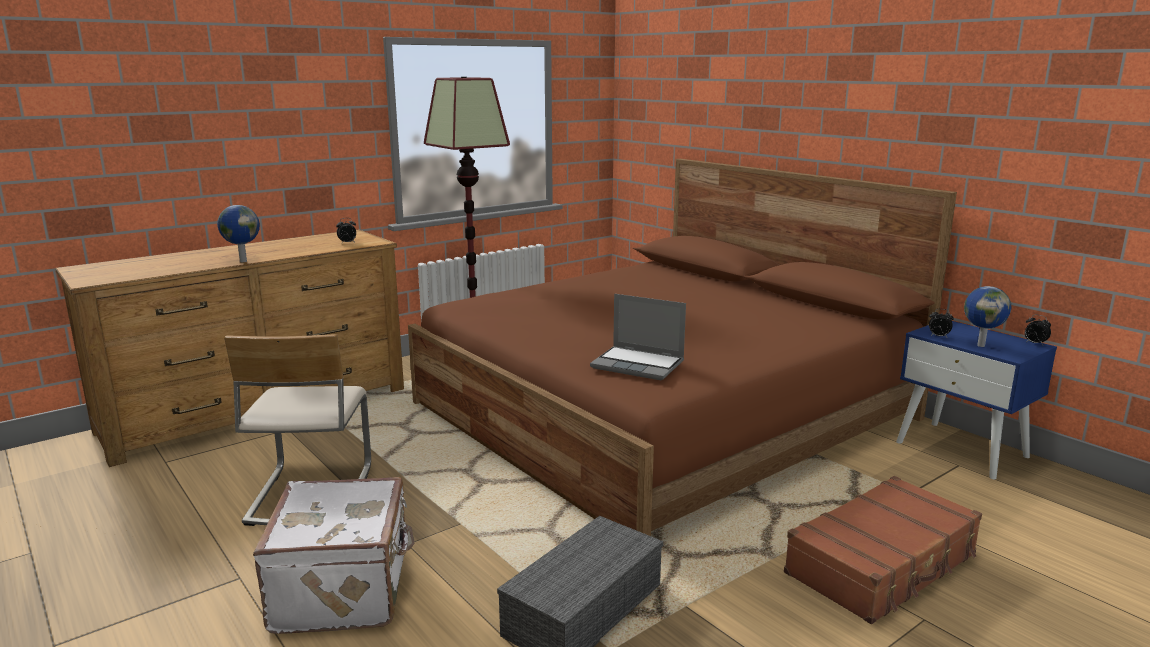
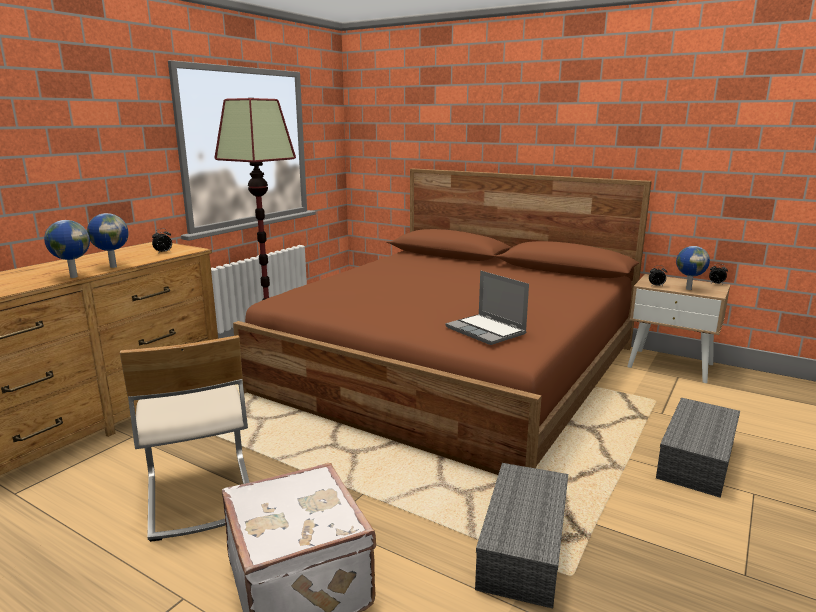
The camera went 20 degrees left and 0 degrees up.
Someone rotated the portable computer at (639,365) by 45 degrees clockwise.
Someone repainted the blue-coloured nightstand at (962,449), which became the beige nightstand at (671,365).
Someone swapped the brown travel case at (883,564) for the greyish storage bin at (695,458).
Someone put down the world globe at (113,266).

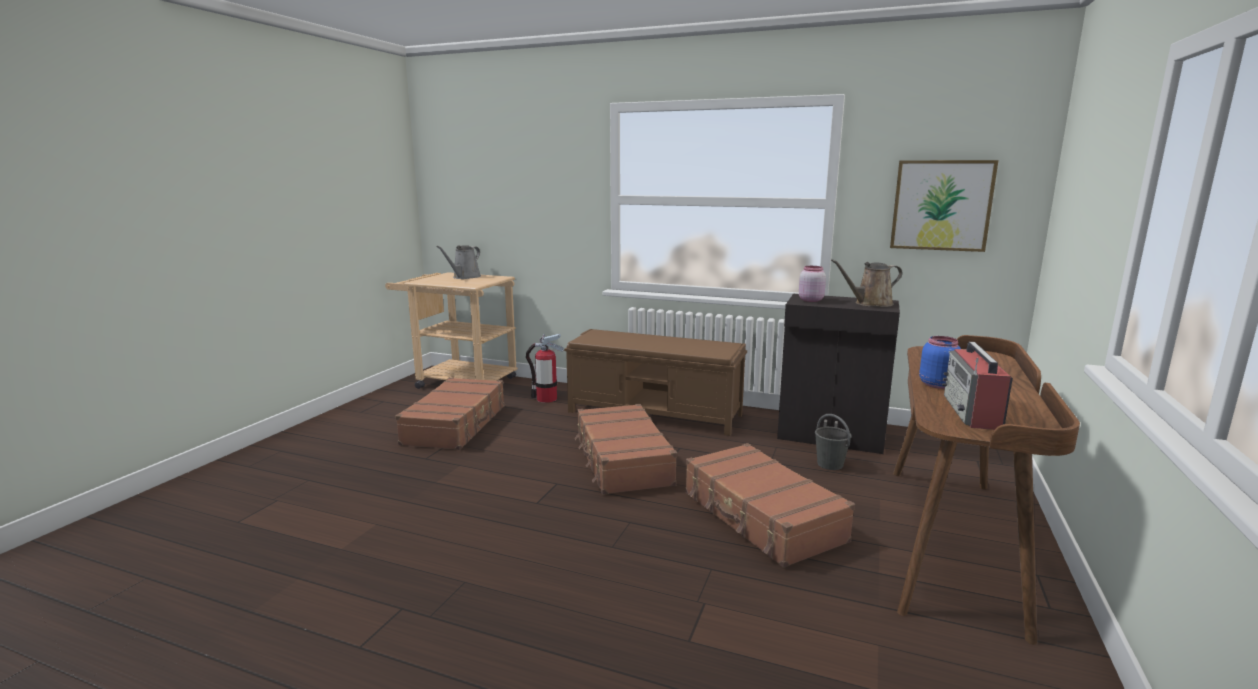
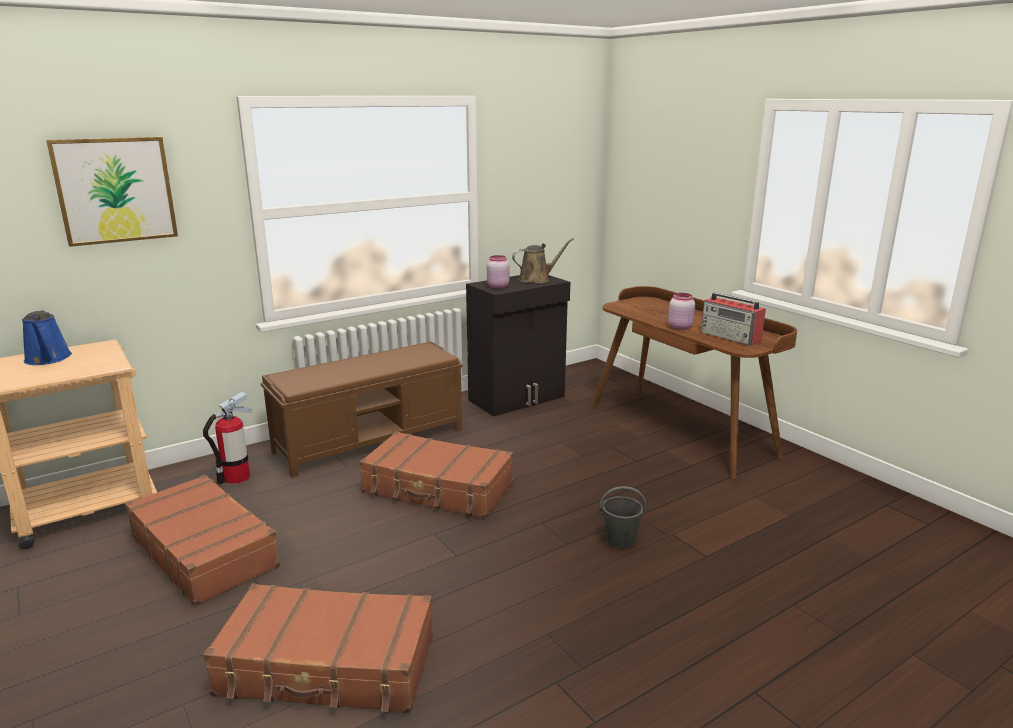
The camera went 55 degrees left and 5 degrees up.
Someone carried the wall picture from (941,205) to (115,190).
Someone repainted the greyish watering can at (464,277), which became the blue-coloured watering can at (48,359).
Someone rotated the brown watering can at (870,304) by 135 degrees counterclockwise.
Someone repainted the blue-coloured storage jar at (937,384), which became the pink-coloured storage jar at (679,327).
Someone carried the greyish water bucket from (829,464) to (619,540).
Someone carried the brown travel case from (761,517) to (328,666).

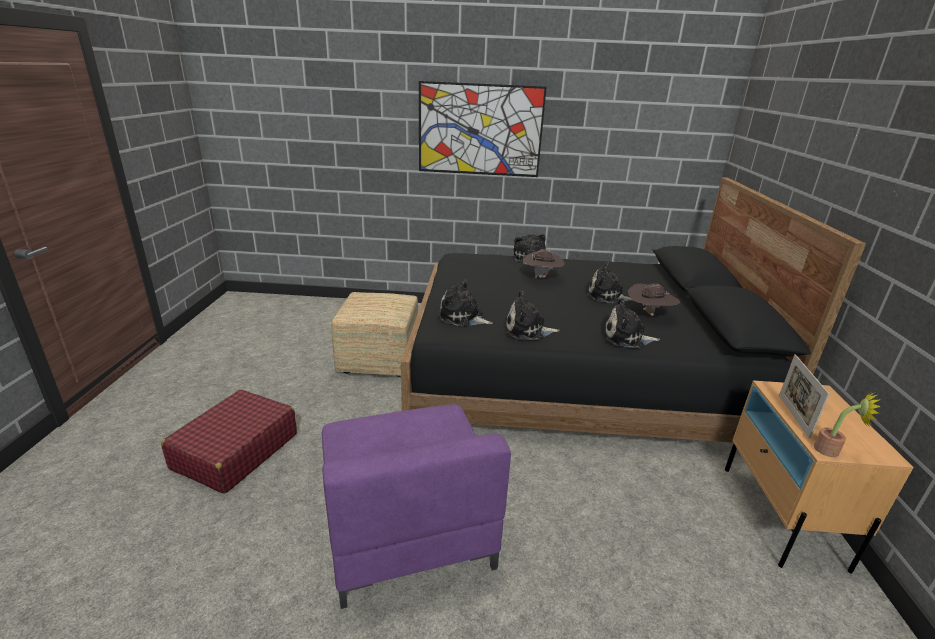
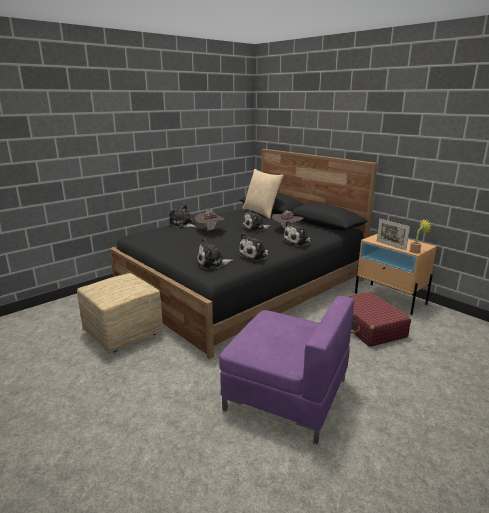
The camera went 45 degrees left and 5 degrees down.
Someone took away the wall picture at (480,130).
Someone carried the reddish travel case from (235,451) to (369,327).
Someone put down the beige throw pillow at (261,212).

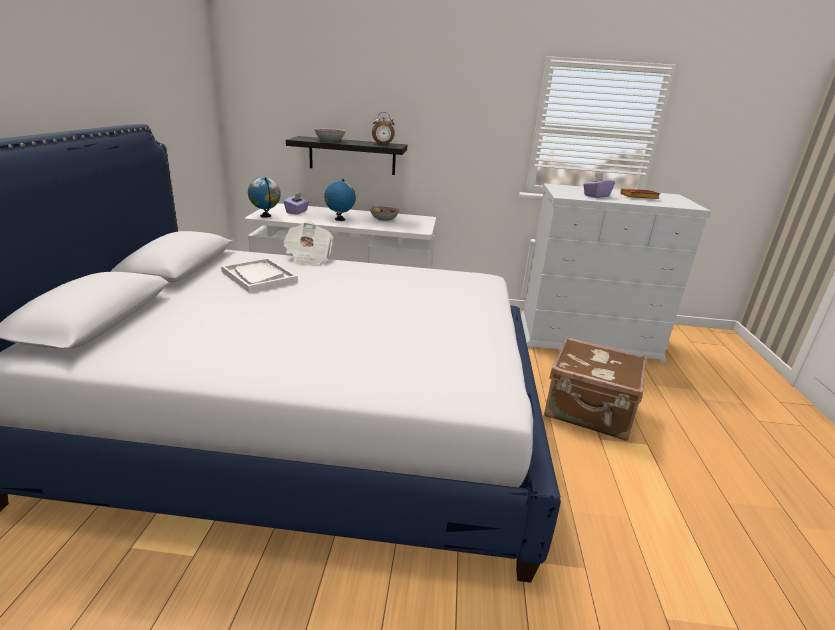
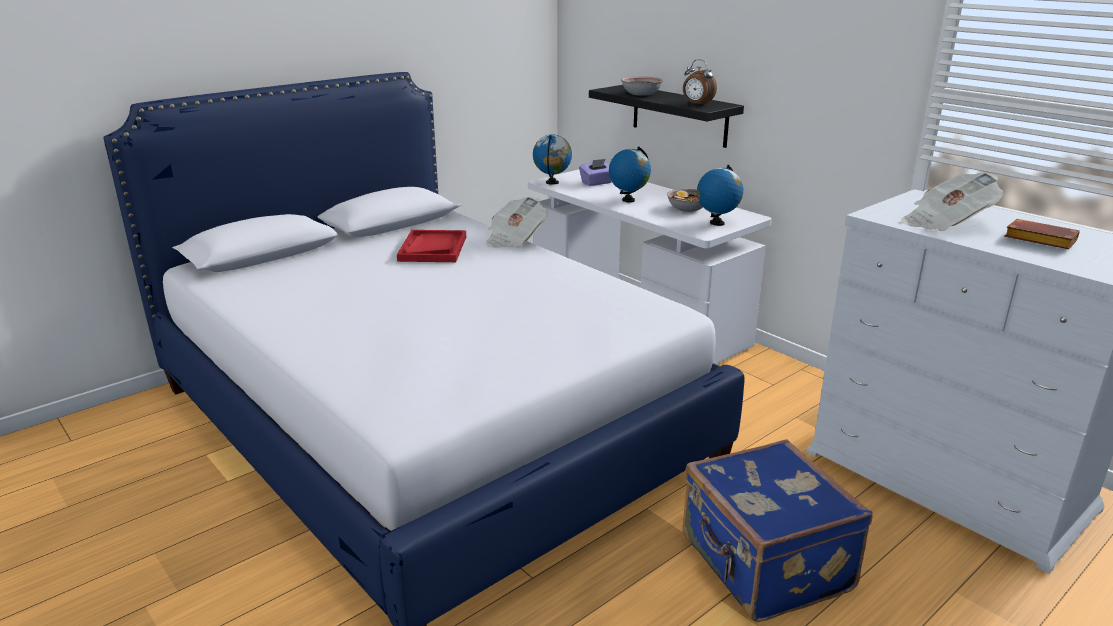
The camera went 45 degrees right and 0 degrees up.
Someone swapped the purplish box of tissues at (596,196) for the daily paper at (945,224).
Someone repainted the white-coloured tray at (259,276), which became the reddish tray at (433,248).
Someone repainted the brown travel case at (589,412), which became the blue-coloured travel case at (763,565).
Someone put down the world globe at (717,223).

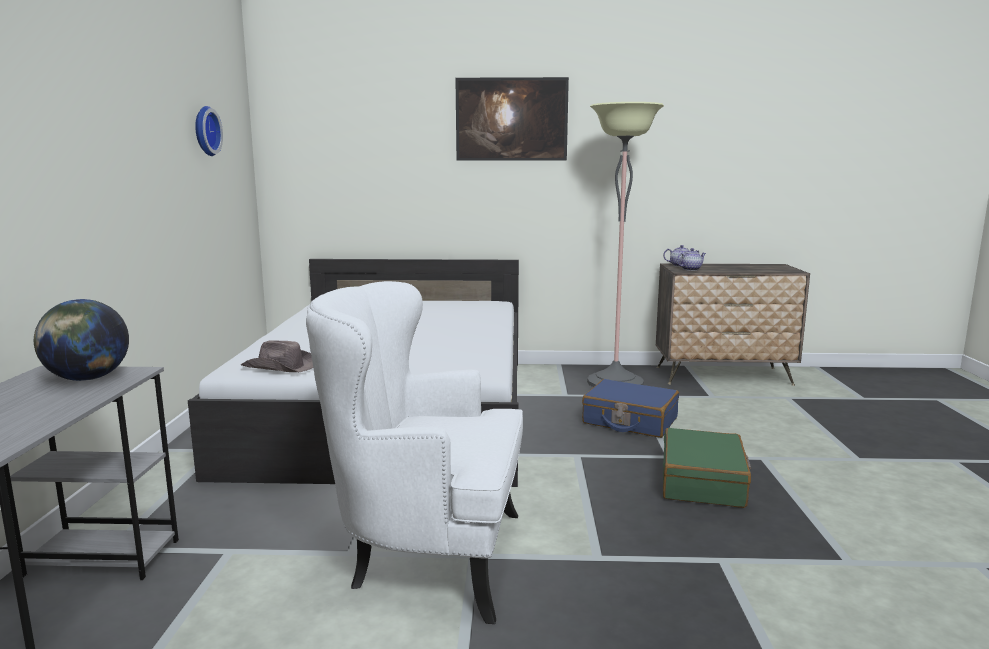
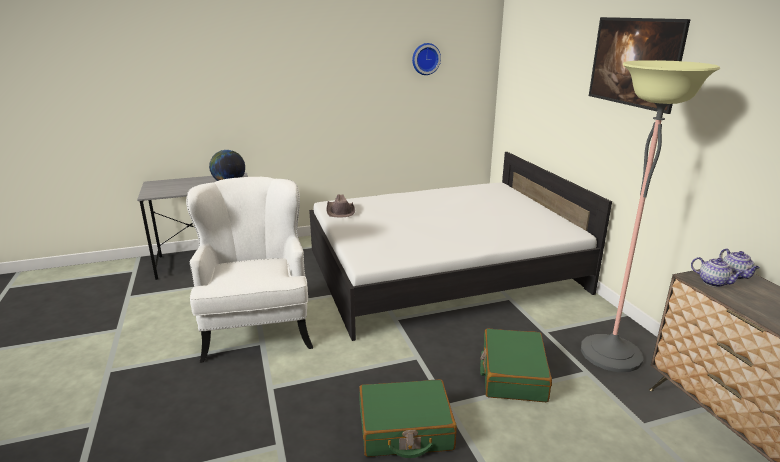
The camera went 70 degrees right and 10 degrees up.
Someone repainted the blue-coloured travel case at (629,421), which became the green travel case at (512,374).

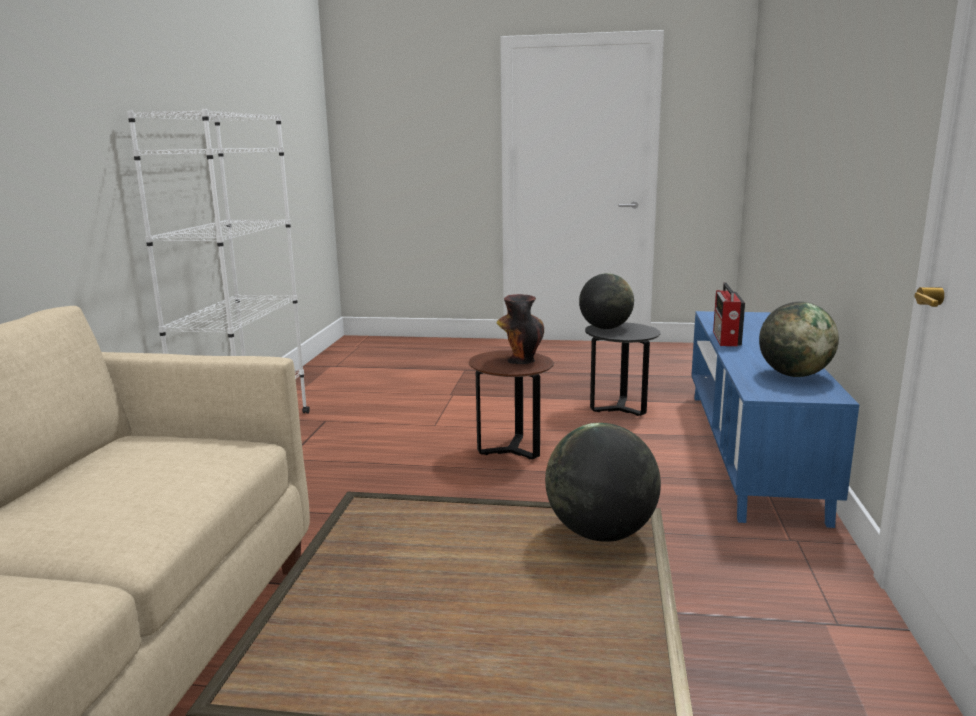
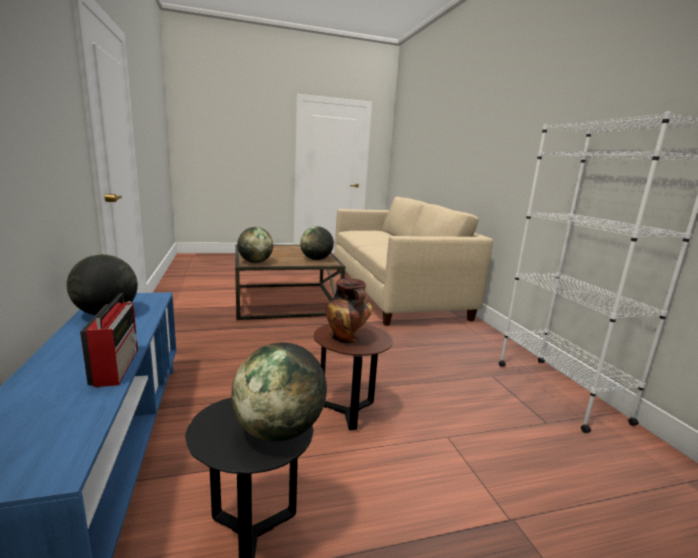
The camera went 155 degrees right and 0 degrees up.
Someone put down the world globe at (316,259).

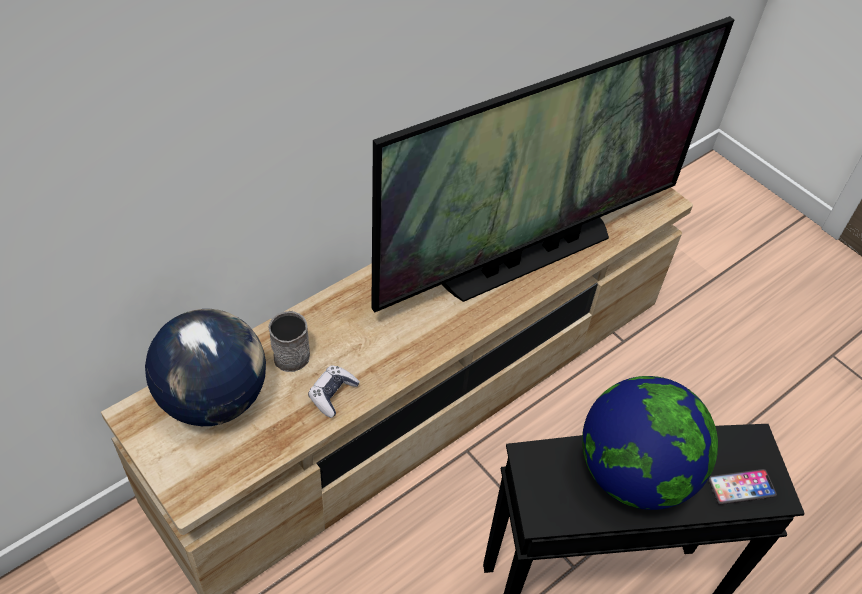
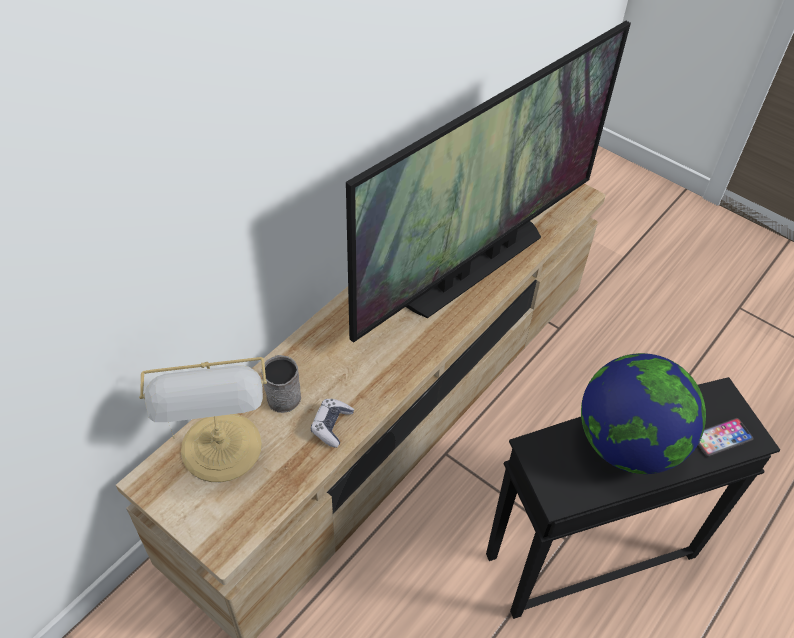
The camera went 10 degrees left and 0 degrees up.
Someone swapped the world globe at (215,398) for the tabletop lamp at (222,451).

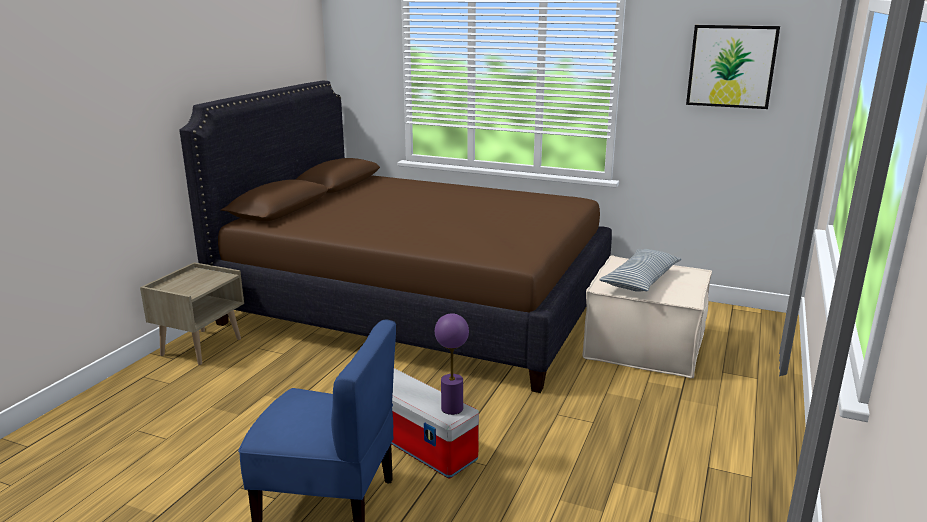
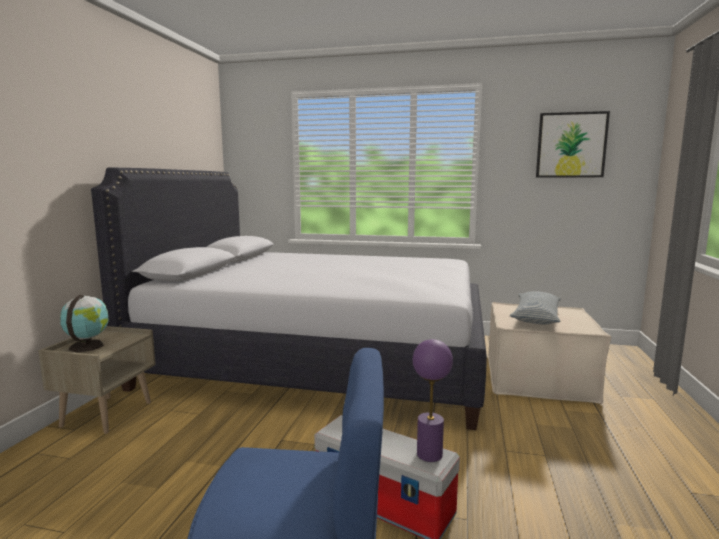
The camera went 10 degrees left and 10 degrees down.
Someone repainted the brown bedroom bed at (418,305), which became the white-coloured bedroom bed at (321,360).
Someone put down the world globe at (87,346).

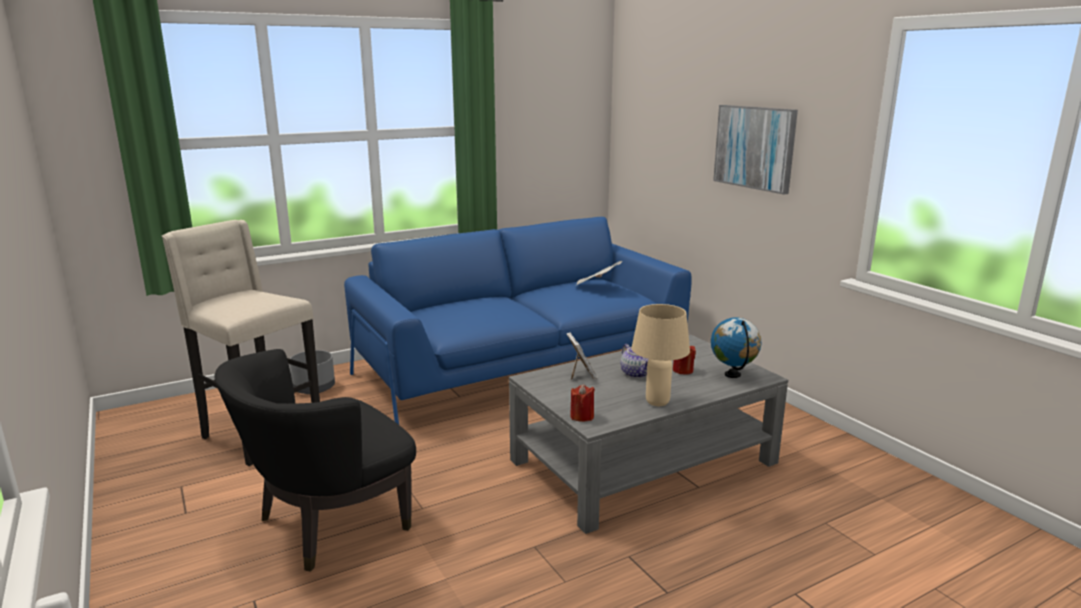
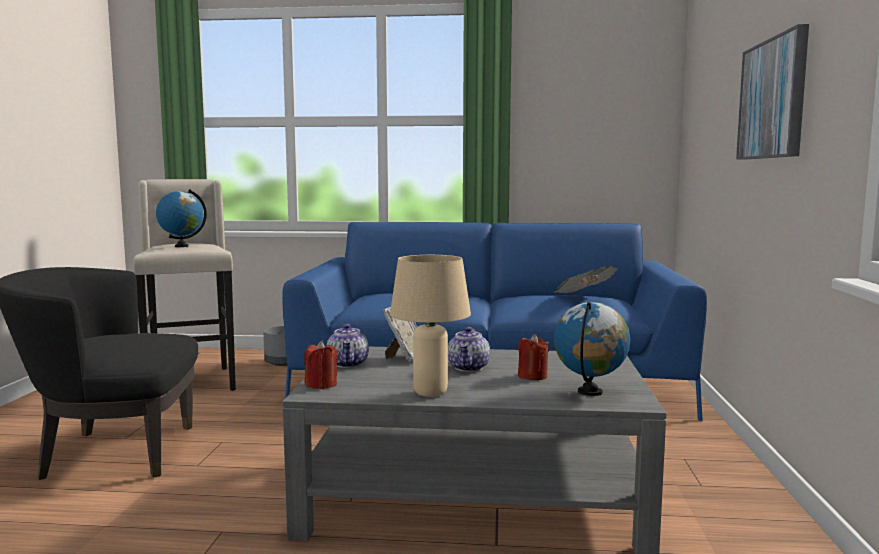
The camera went 35 degrees right and 10 degrees down.
Someone put down the world globe at (181,246).
Someone put down the tea pot at (348,364).

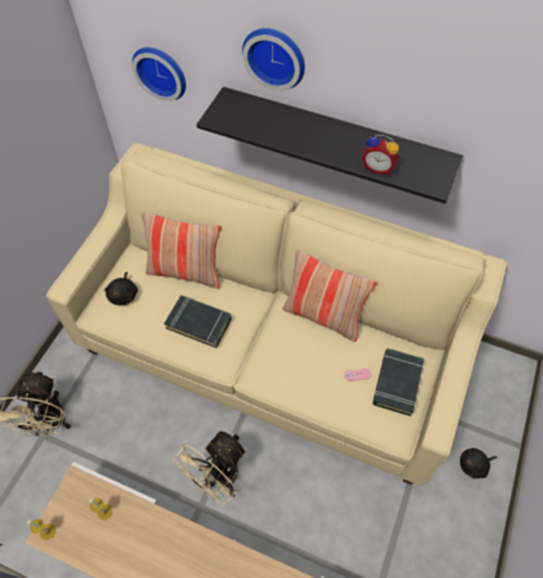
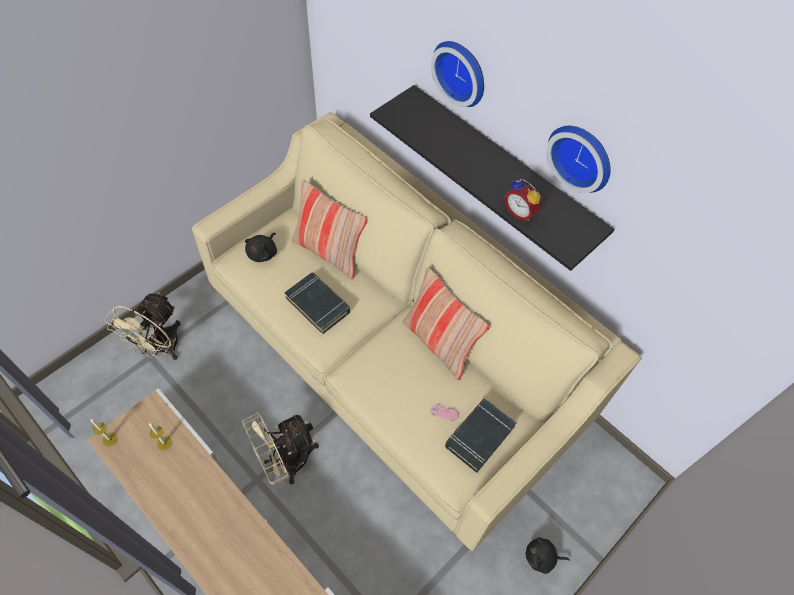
The camera went 20 degrees right and 0 degrees up.
Someone carried the clock on the wall from (161,71) to (582,156).

